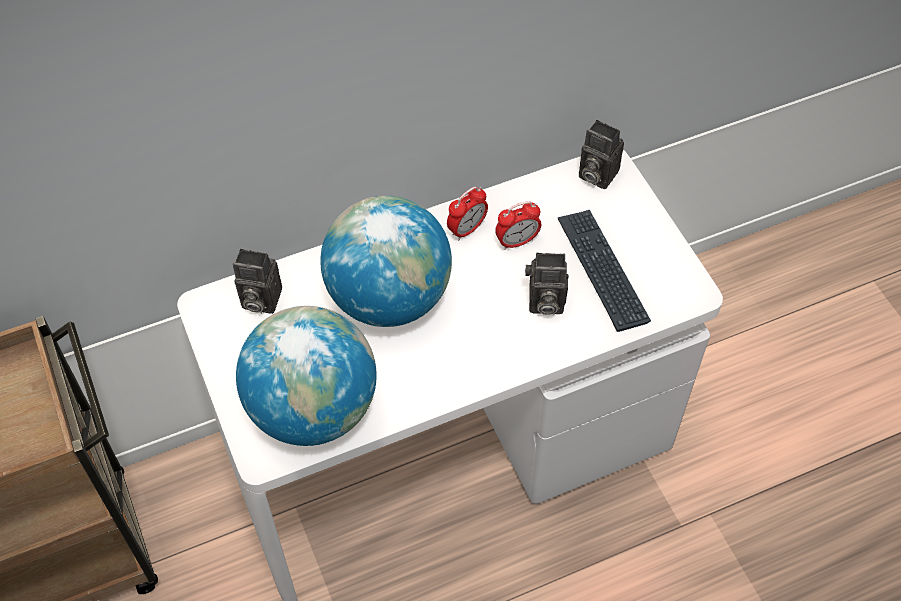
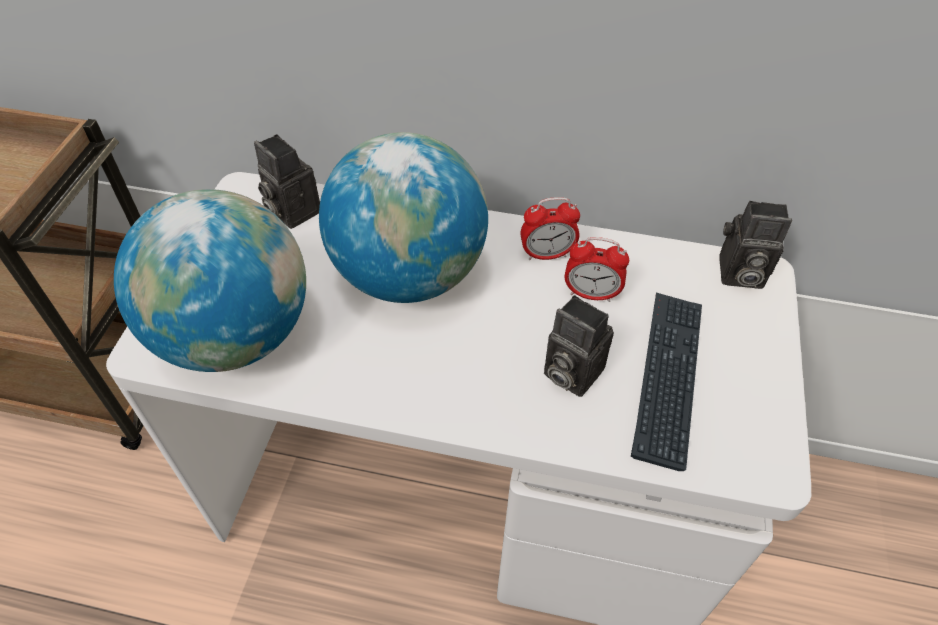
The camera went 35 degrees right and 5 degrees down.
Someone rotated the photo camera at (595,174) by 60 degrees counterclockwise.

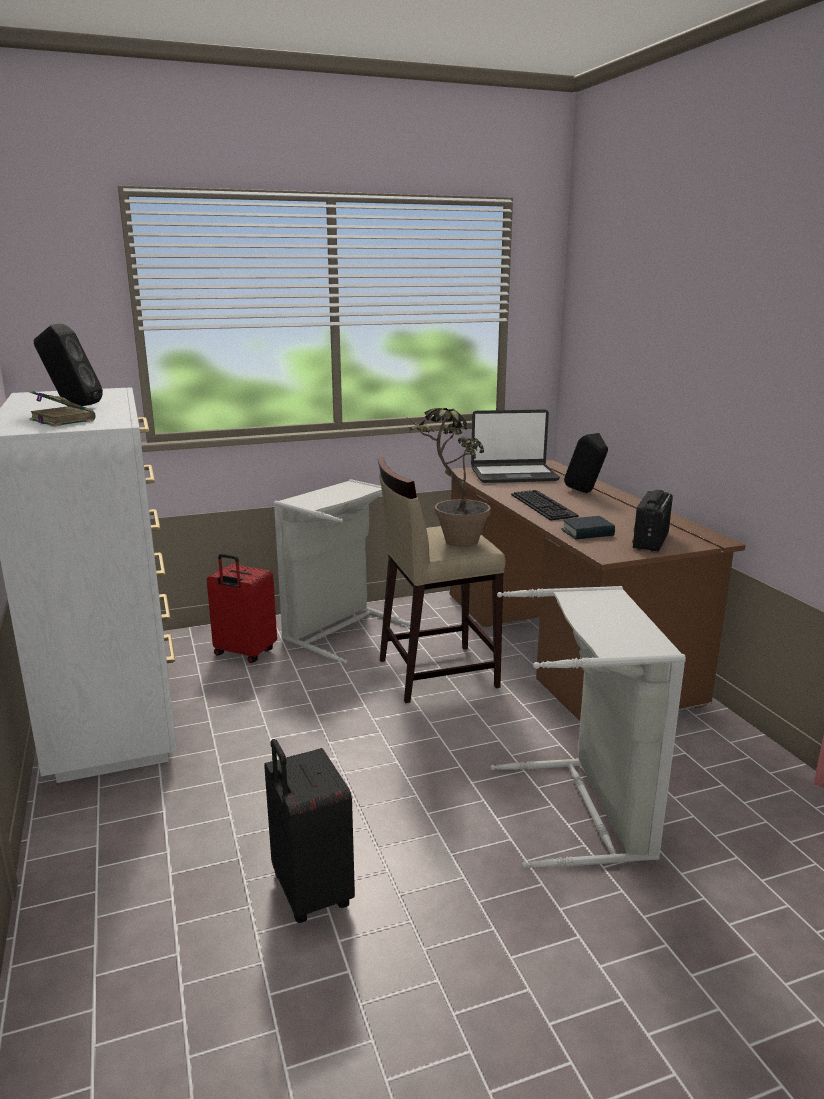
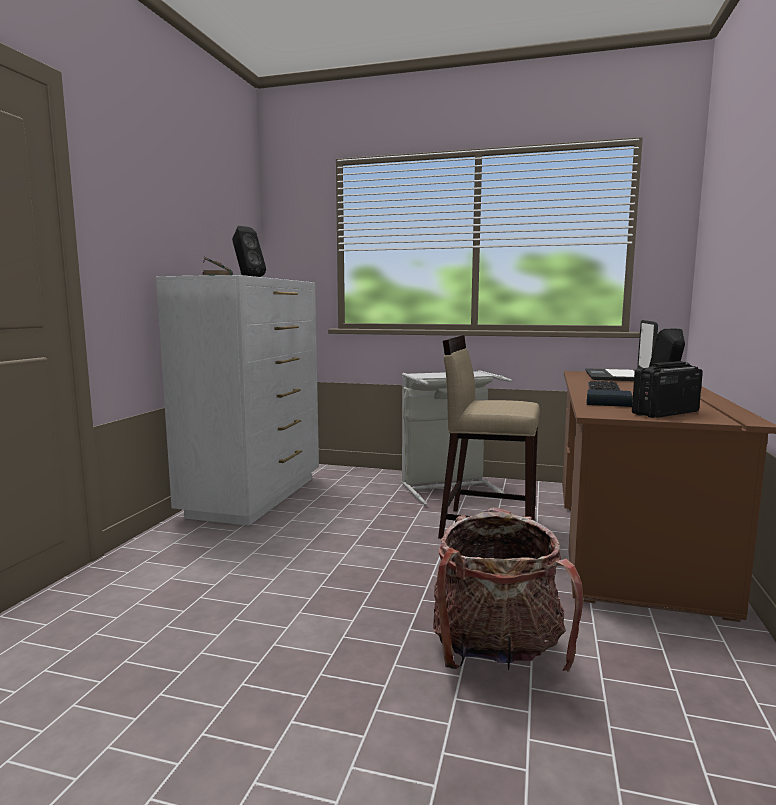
The camera went 35 degrees right and 10 degrees down.
Someone took away the potted plant at (452,544).
Someone rotated the portable computer at (513,475) by 75 degrees clockwise.
Someone took away the reddish travel case at (244,653).
Someone swapped the greyish washing basket at (587,810) for the rucksack at (496,653).
Someone took away the black travel case at (309,893).

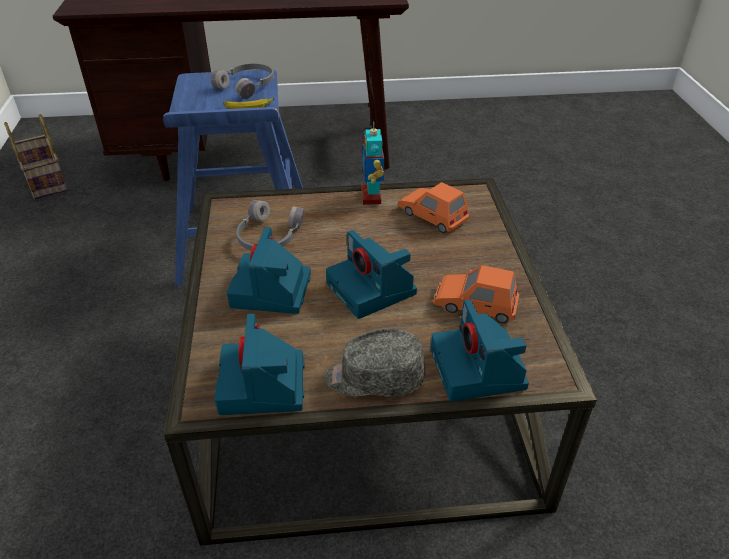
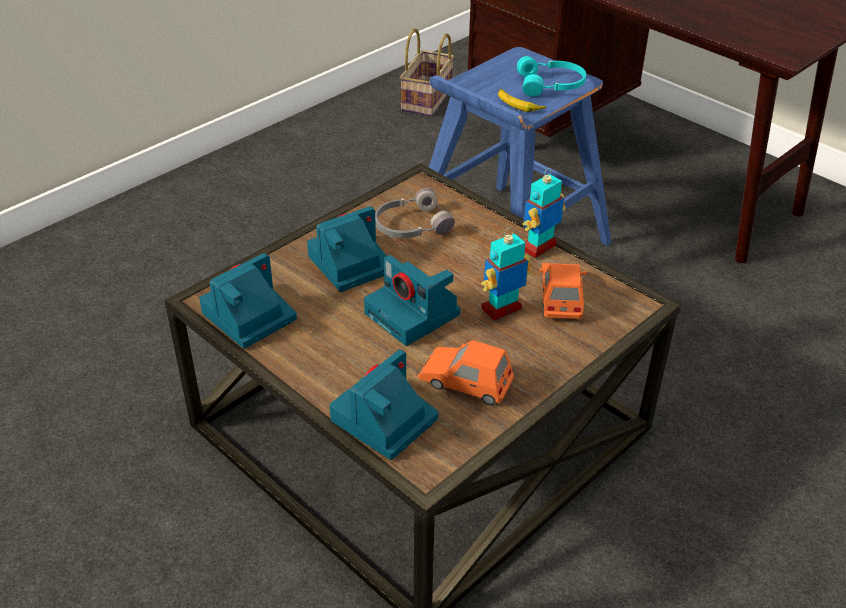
The camera went 50 degrees right and 0 degrees up.
Someone repainted the greyish headset at (248,86), which became the turquoise-coloured headset at (551,85).
Someone rotated the photo camera at (373,289) by 60 degrees counterclockwise.
Someone rotated the orange toy car at (475,304) by 45 degrees counterclockwise.
Someone took away the greyish baseball cap at (374,378).
Someone put down the model robot at (502,310).

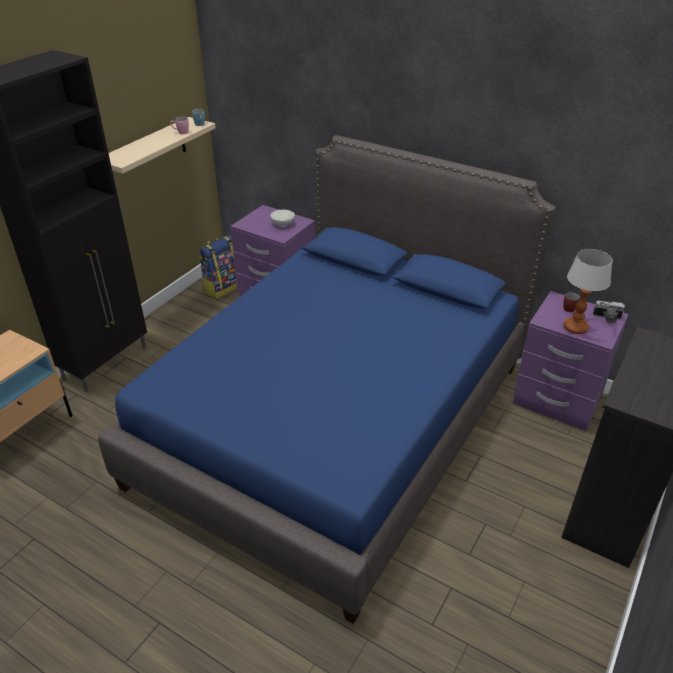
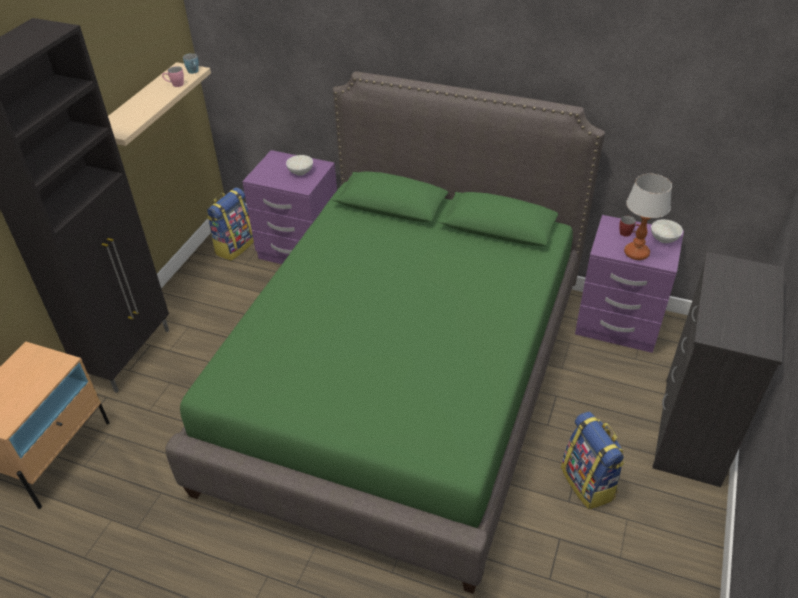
The camera went 10 degrees left and 5 degrees up.
Someone repainted the blue-coloured bedroom bed at (337,422), which became the green bedroom bed at (401,384).
Someone swapped the photo camera at (606,318) for the white-coloured bowl at (664,238).
Someone put down the rucksack at (589,483).

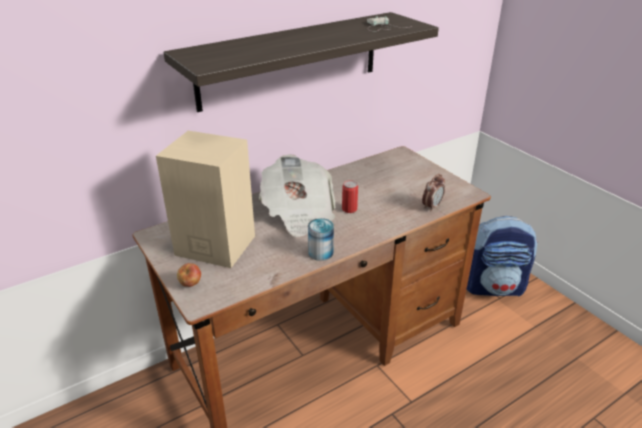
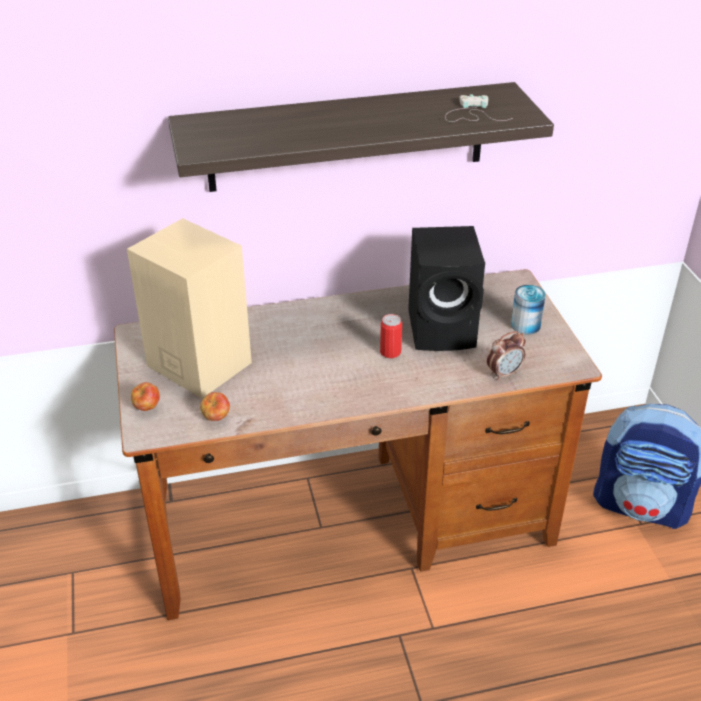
The camera went 20 degrees right and 5 degrees up.
Someone took away the daily paper at (298,213).
Someone carried the metal can from (320,252) to (525,325).
Someone put down the black speaker at (444,329).
Someone put down the whole apple at (216,418).

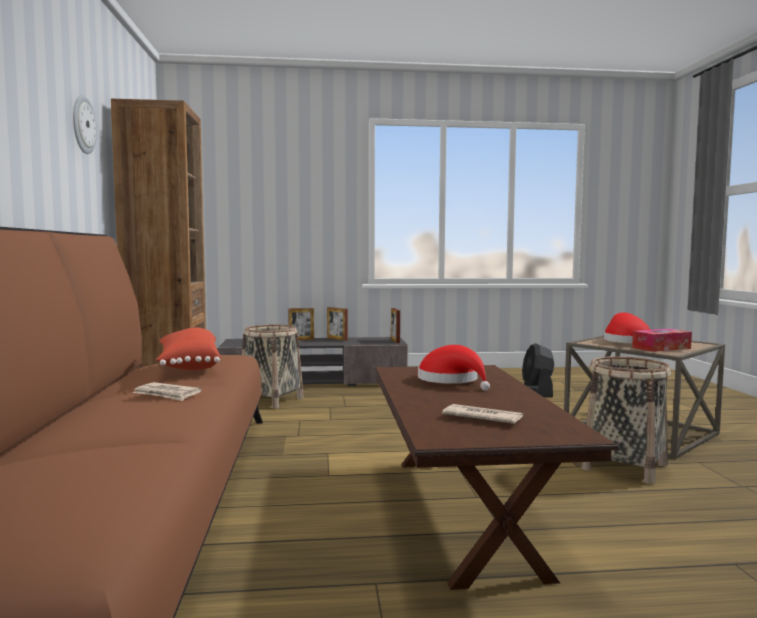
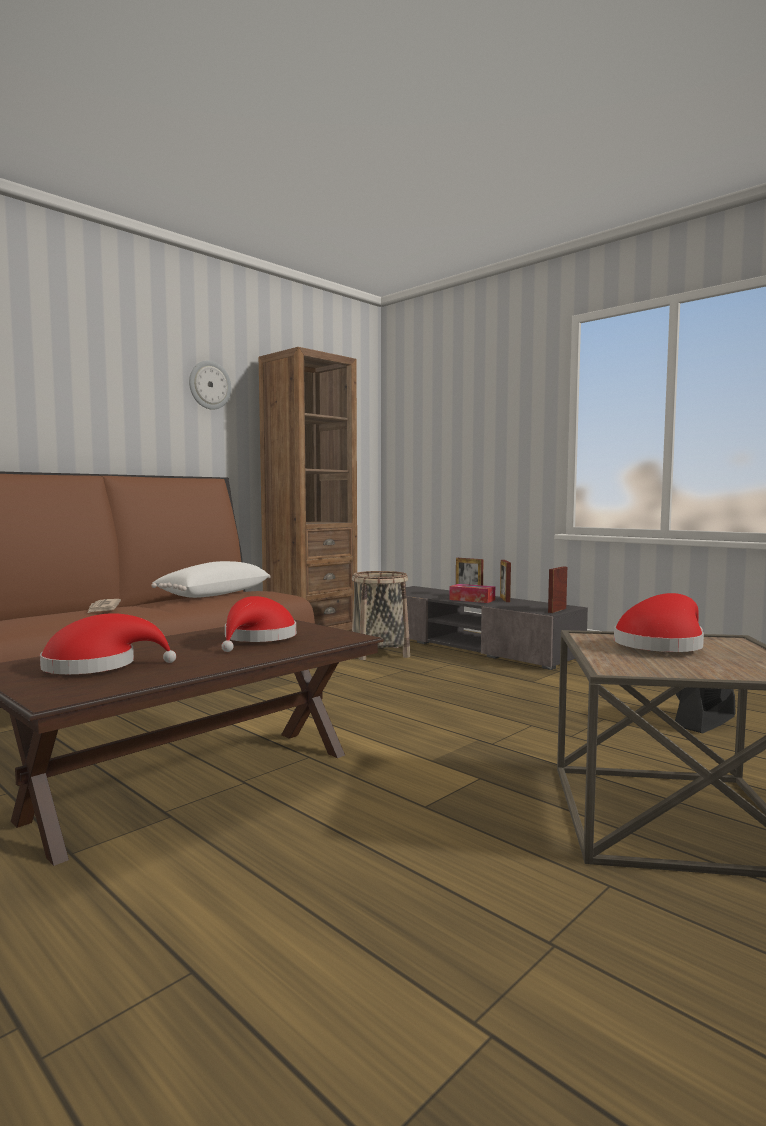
The camera went 50 degrees right and 0 degrees up.
Someone repainted the reddish throw pillow at (188,365), which became the white-coloured throw pillow at (213,594).
Someone carried the box of tissues from (661,348) to (472,600).
Someone took away the household basket at (625,467).
Someone swapped the daily paper at (481,417) for the reddish wearable hat at (98,666).

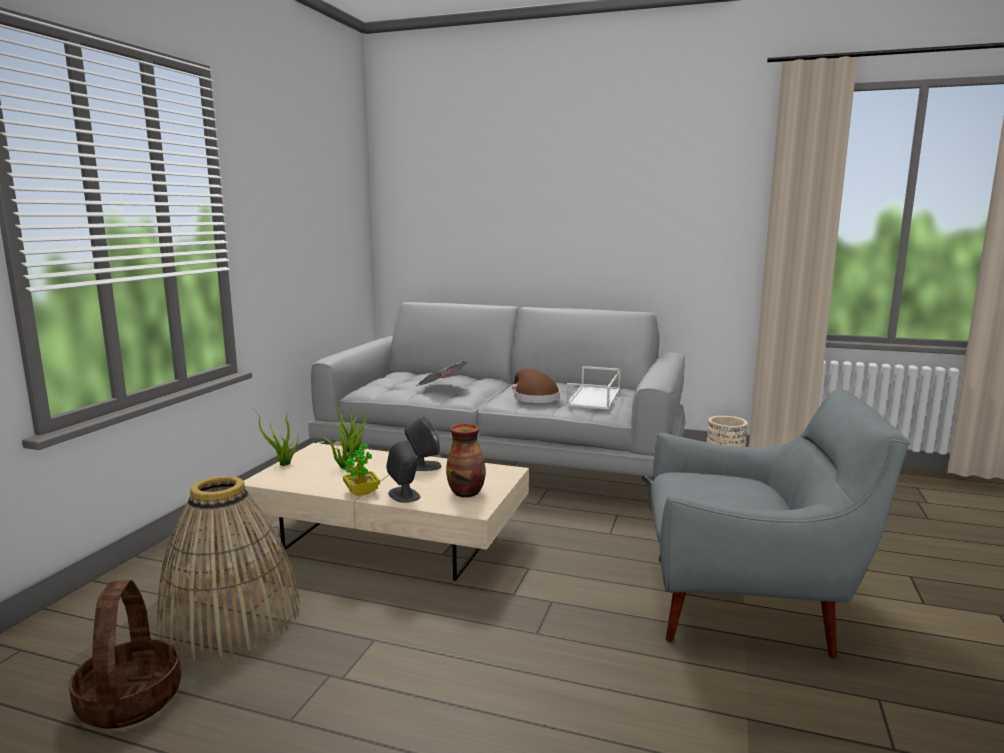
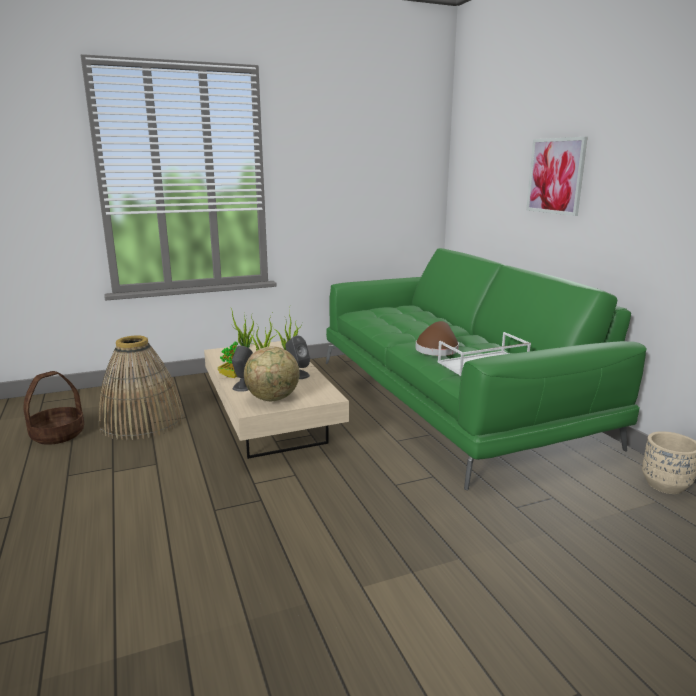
The camera went 50 degrees right and 5 degrees up.
Someone repainted the greyish settee at (503,458), which became the green settee at (451,400).
Someone took away the daily paper at (441,387).
Someone took away the greyish lounge chair at (749,605).
Someone swapped the vase at (467,493) for the world globe at (273,399).
Someone put up the wall picture at (556,176).

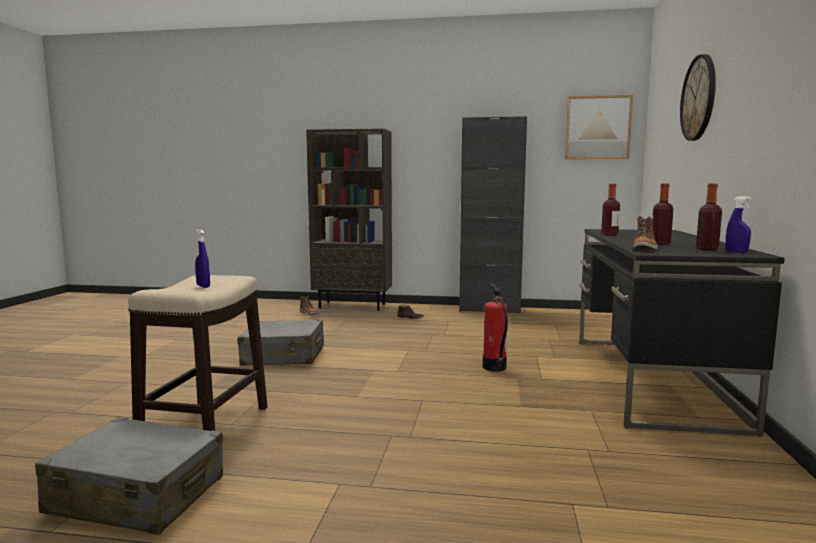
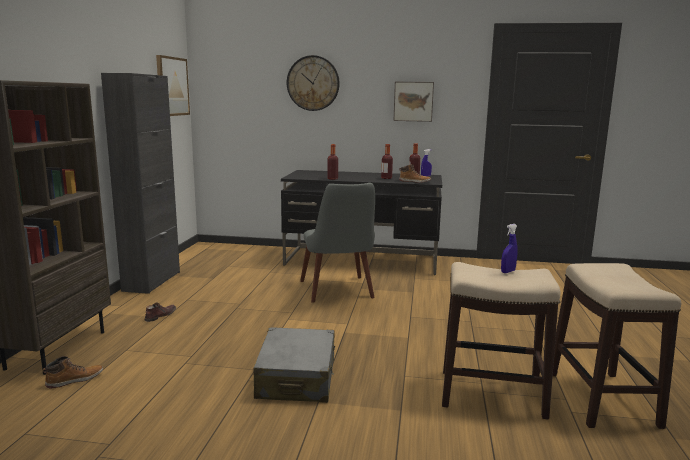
The camera went 90 degrees left and 5 degrees up.
Someone swapped the fire-fighting cylinder at (494,367) for the greyish plain chair at (339,293).
Someone swapped the greyish travel case at (138,495) for the stool seat at (602,399).
Someone put up the wall picture at (413,101).

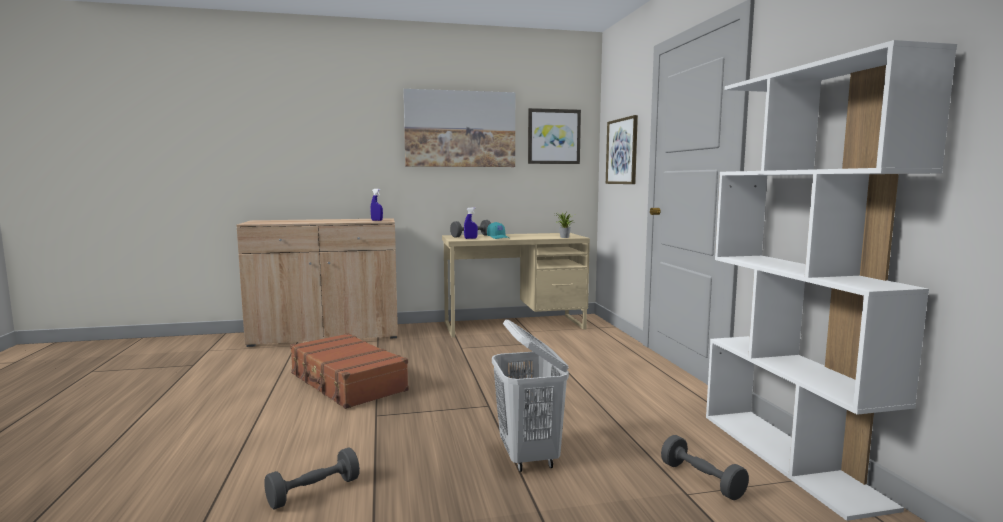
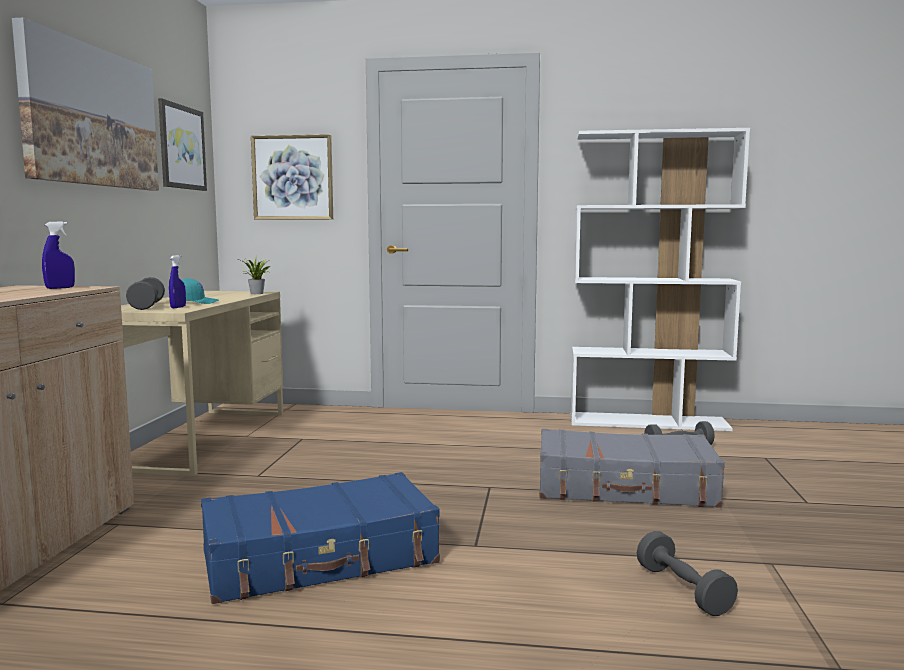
The camera went 70 degrees left and 0 degrees up.
Someone swapped the white-coloured washing basket at (529,457) for the greyish travel case at (625,488).
Someone repainted the brown travel case at (347,383), which became the blue-coloured travel case at (321,558).

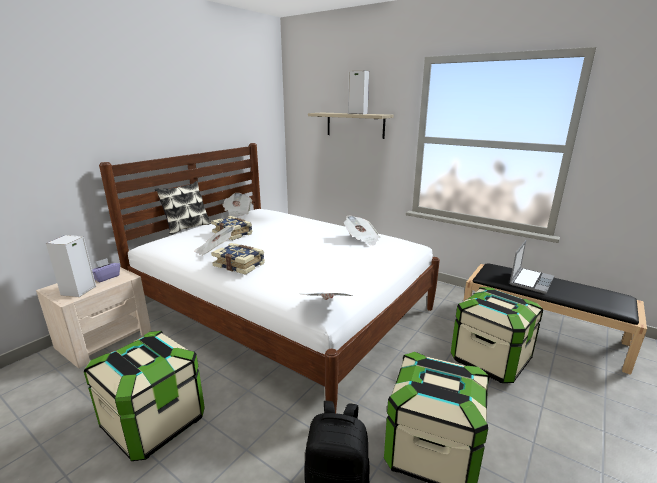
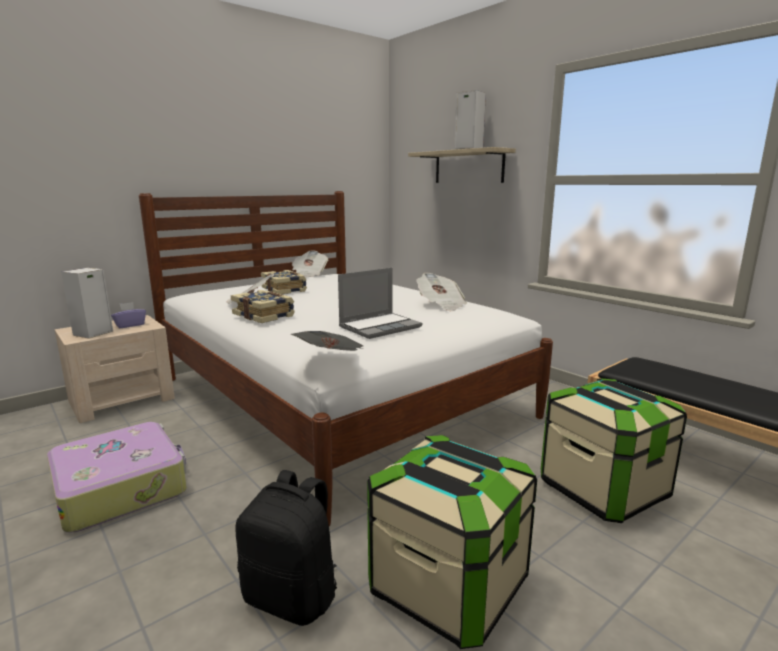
The camera went 15 degrees right and 5 degrees down.
Someone took away the throw pillow at (187,228).
Someone carried the portable computer from (530,281) to (380,327).
Someone swapped the storage bin at (154,422) for the travel case at (121,487).

